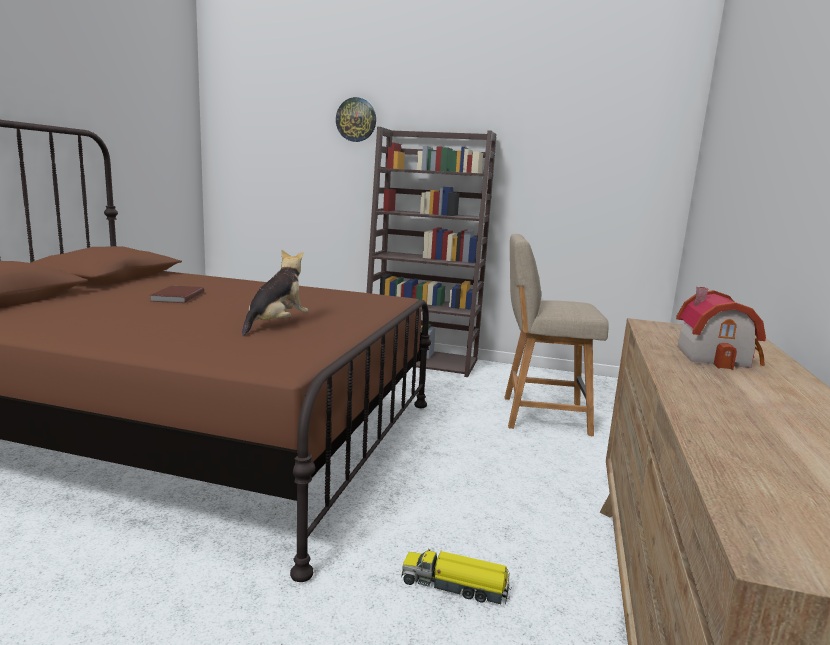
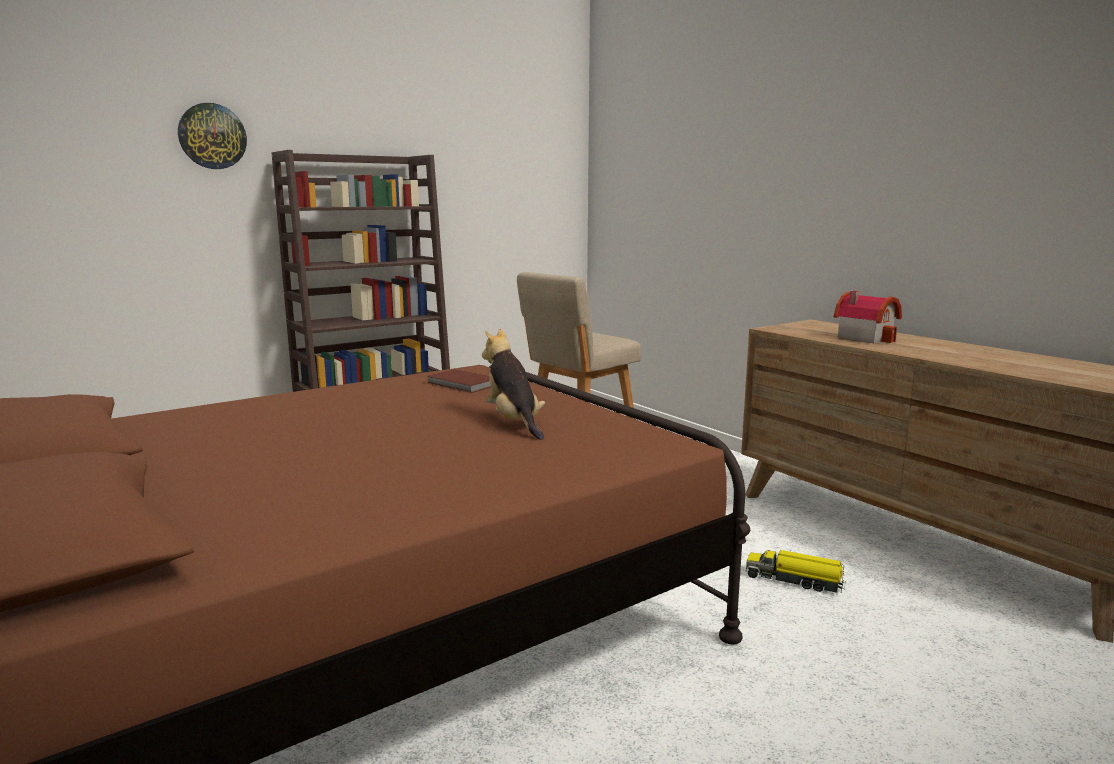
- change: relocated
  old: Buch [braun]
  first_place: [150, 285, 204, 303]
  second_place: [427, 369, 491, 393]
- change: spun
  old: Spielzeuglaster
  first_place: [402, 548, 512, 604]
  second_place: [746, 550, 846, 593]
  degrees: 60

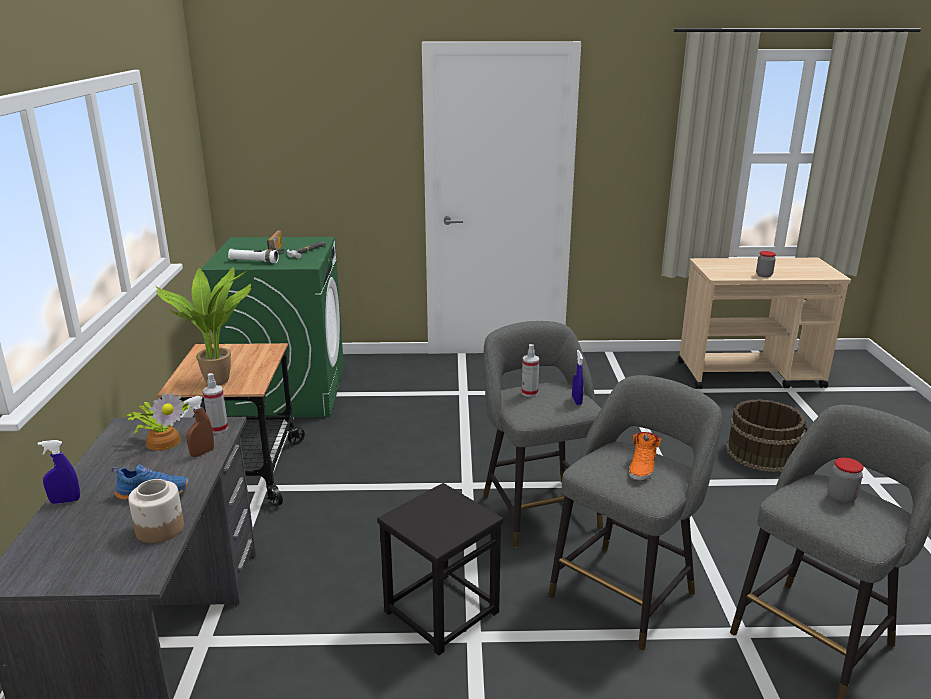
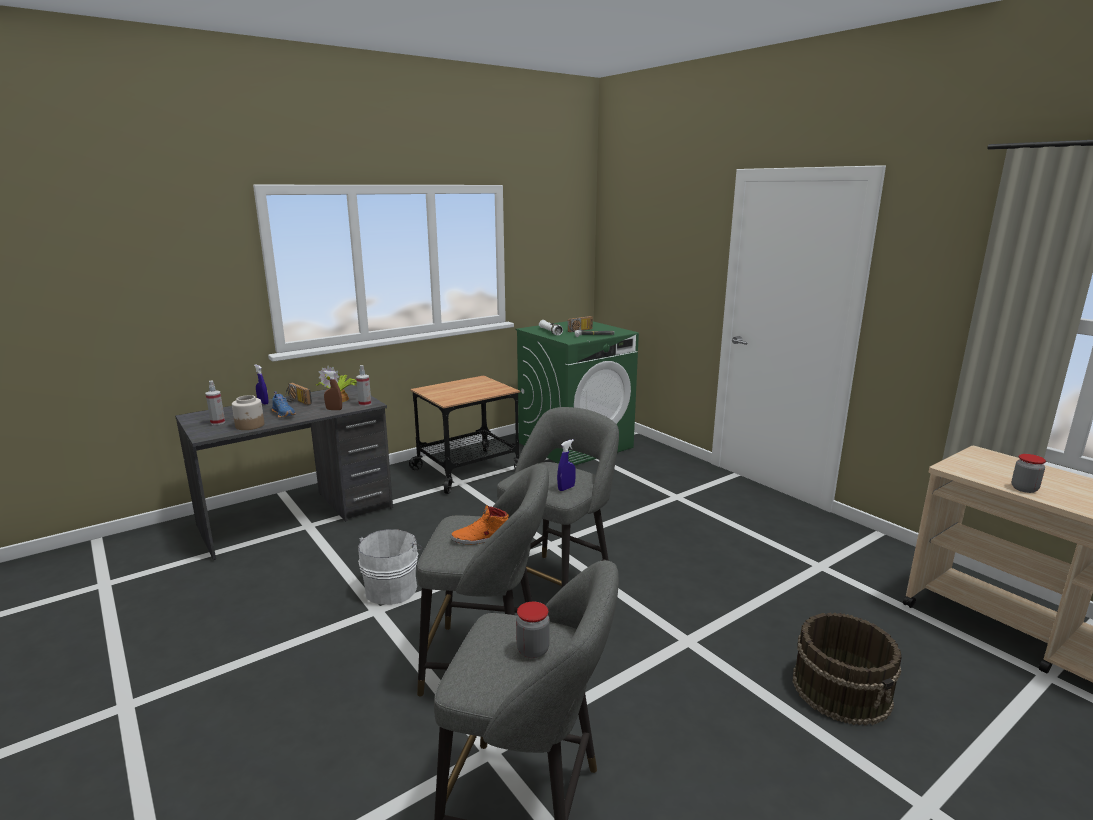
- change: missing
  old: Topfpflanze
  first_place: [156, 266, 251, 386]
- change: relocated
  old: Sprühflasche
  first_place: [522, 344, 539, 397]
  second_place: [206, 381, 225, 425]
- change: exchanged
  old: Hocker [schwarz]
  new: Eimer [weiß]
  first_place: [377, 483, 503, 656]
  second_place: [358, 529, 422, 605]
- change: appeared
  new: Radio
  second_place: [285, 383, 312, 405]

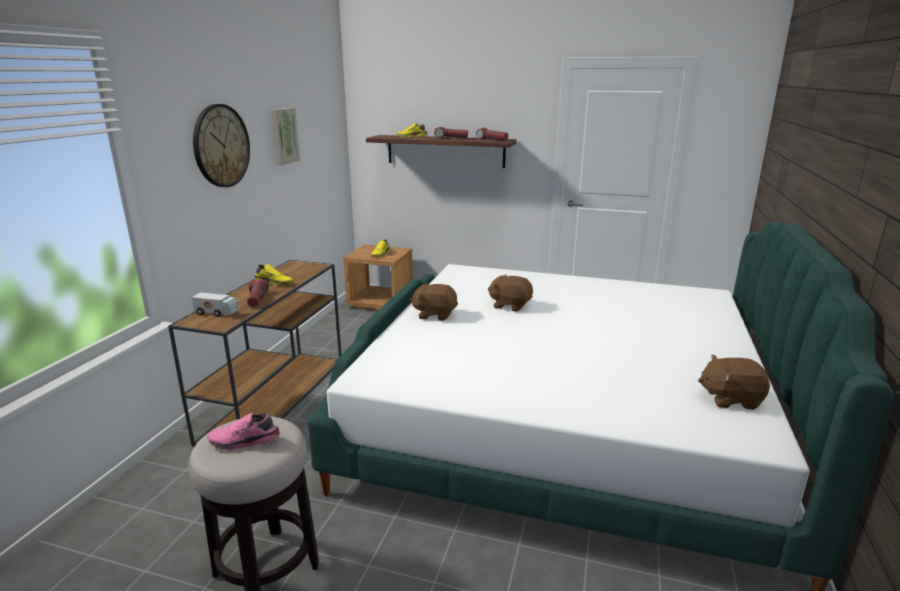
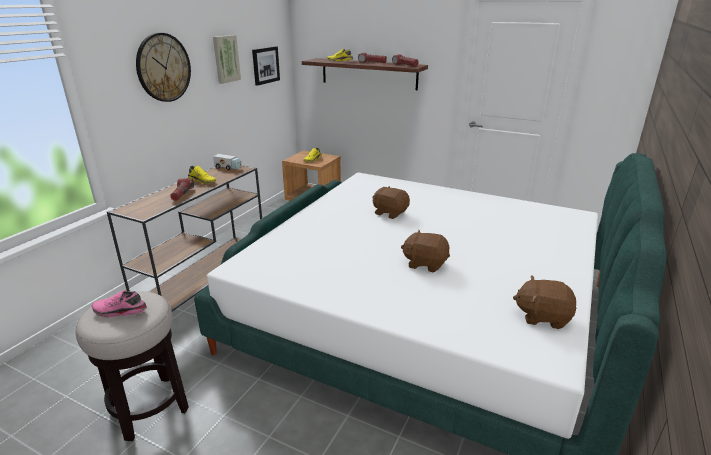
- change: relocated
  old: Plüschtier [braun]
  first_place: [410, 283, 458, 321]
  second_place: [401, 230, 450, 272]
- change: relocated
  old: Spielzeuglaster
  first_place: [192, 292, 239, 317]
  second_place: [213, 154, 242, 170]
- change: appeared
  new: Bild
  second_place: [252, 46, 280, 86]

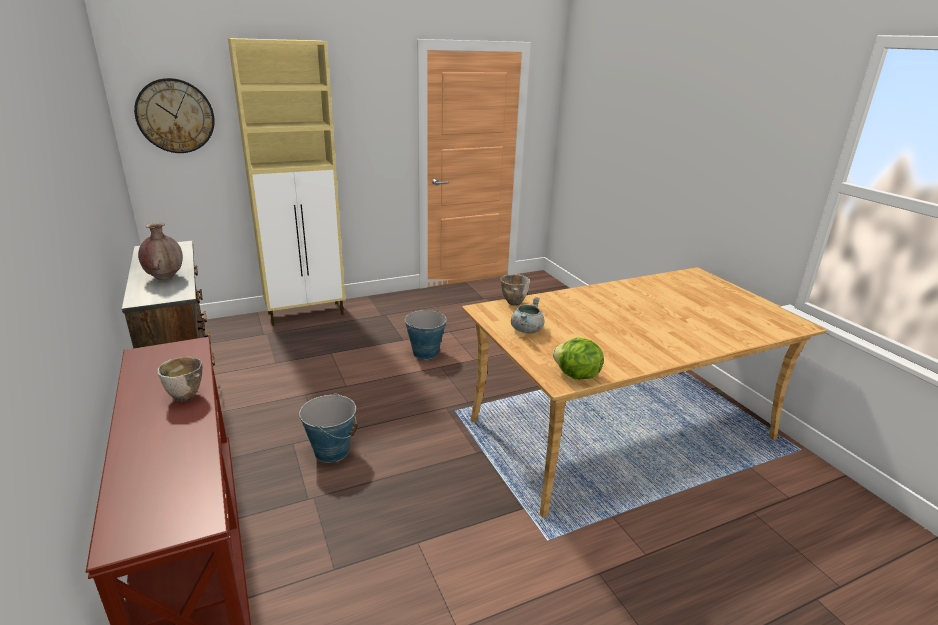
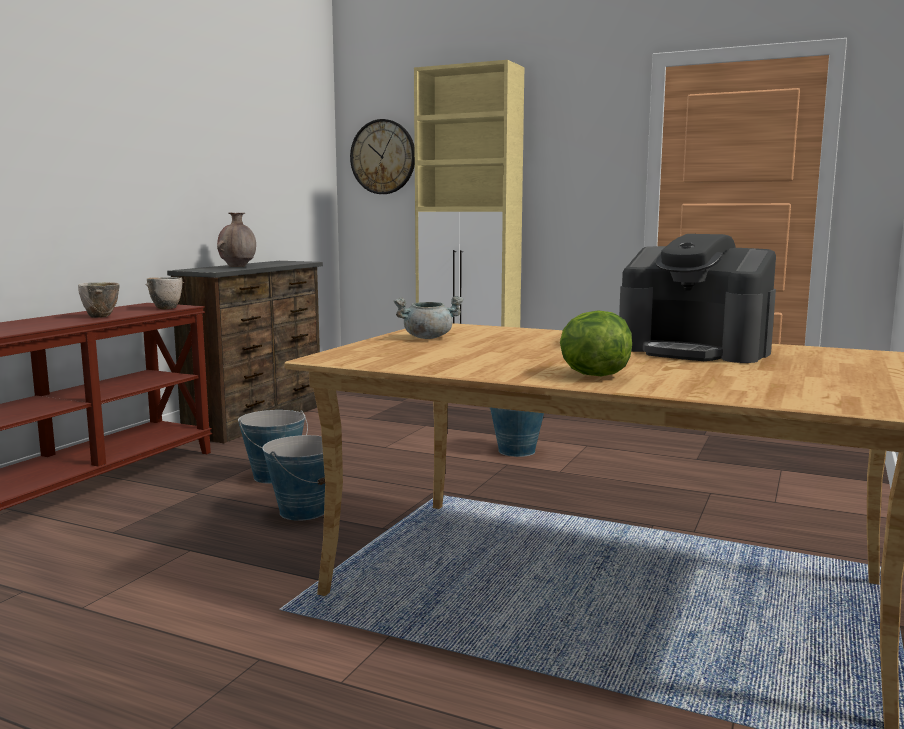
- change: relocated
  old: Schüssel
  first_place: [500, 274, 530, 305]
  second_place: [146, 277, 184, 309]
- change: relocated
  old: Salatkopf
  first_place: [553, 338, 604, 379]
  second_place: [560, 310, 632, 376]
- change: appeared
  new: Kaffeemaschine
  second_place: [619, 234, 776, 363]
- change: appeared
  new: Eimer
  second_place: [262, 435, 325, 521]

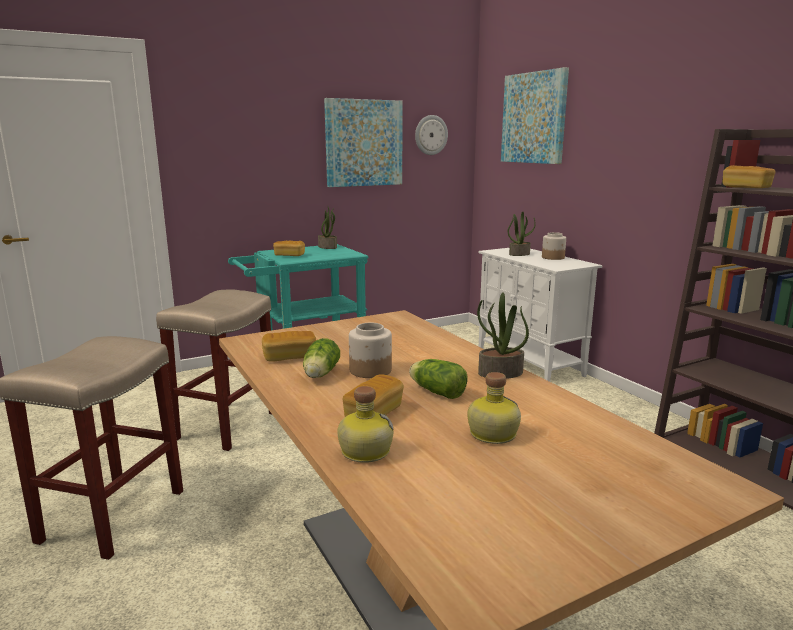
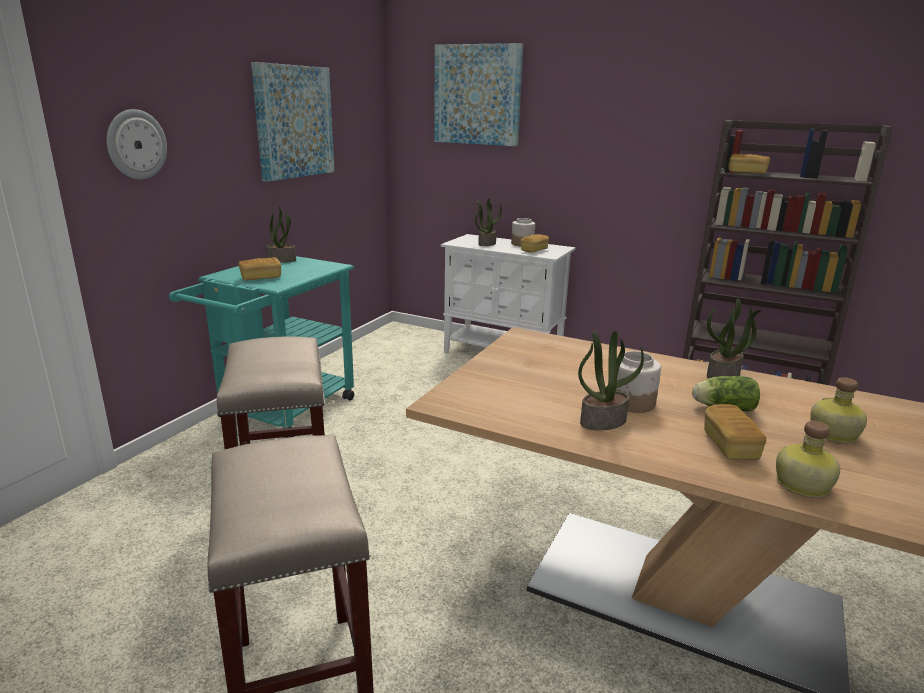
- change: relocated
  old: Wanduhr
  first_place: [415, 115, 448, 155]
  second_place: [107, 109, 167, 180]
- change: relocated
  old: Brot
  first_place: [262, 331, 316, 362]
  second_place: [521, 234, 549, 253]
- change: exchanged
  old: Salatkopf
  new: Topfpflanze
  first_place: [303, 338, 340, 378]
  second_place: [578, 331, 644, 431]

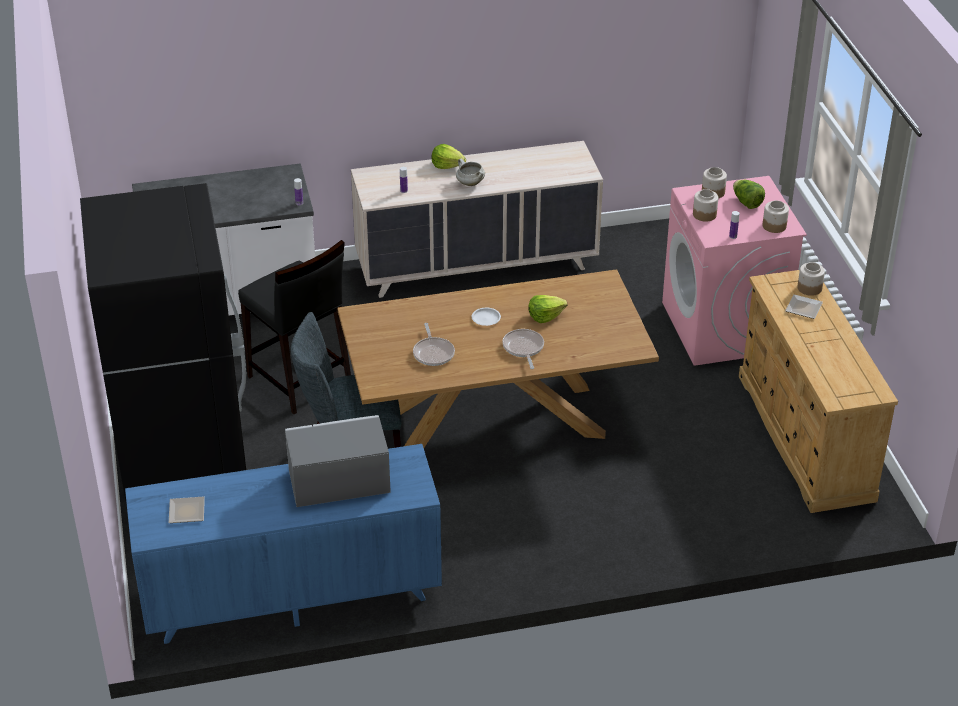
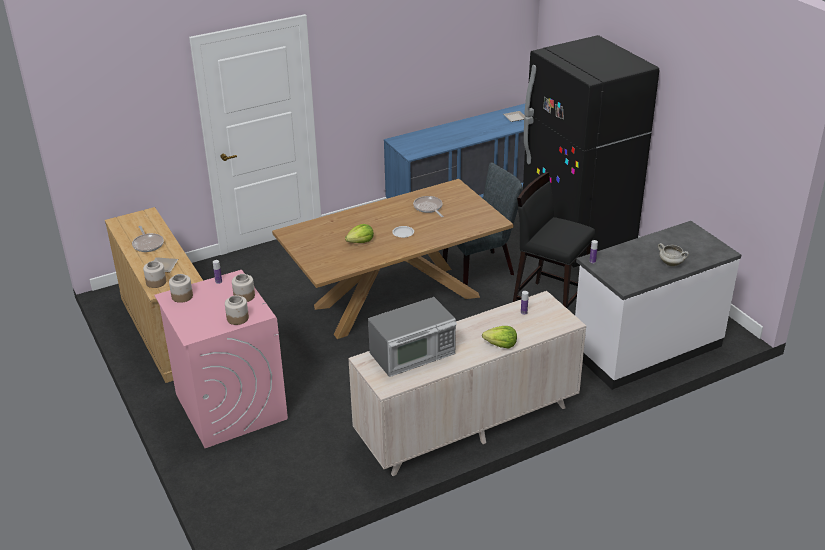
- change: relocated
  old: Kochtopf [weiß]
  first_place: [456, 159, 485, 186]
  second_place: [658, 243, 689, 266]
- change: missing
  old: Salatkopf
  first_place: [733, 180, 765, 209]
- change: relocated
  old: Pfanne
  first_place: [502, 329, 544, 369]
  second_place: [132, 226, 164, 252]
- change: relocated
  old: Mikrowelle
  first_place: [285, 415, 391, 507]
  second_place: [368, 297, 457, 377]

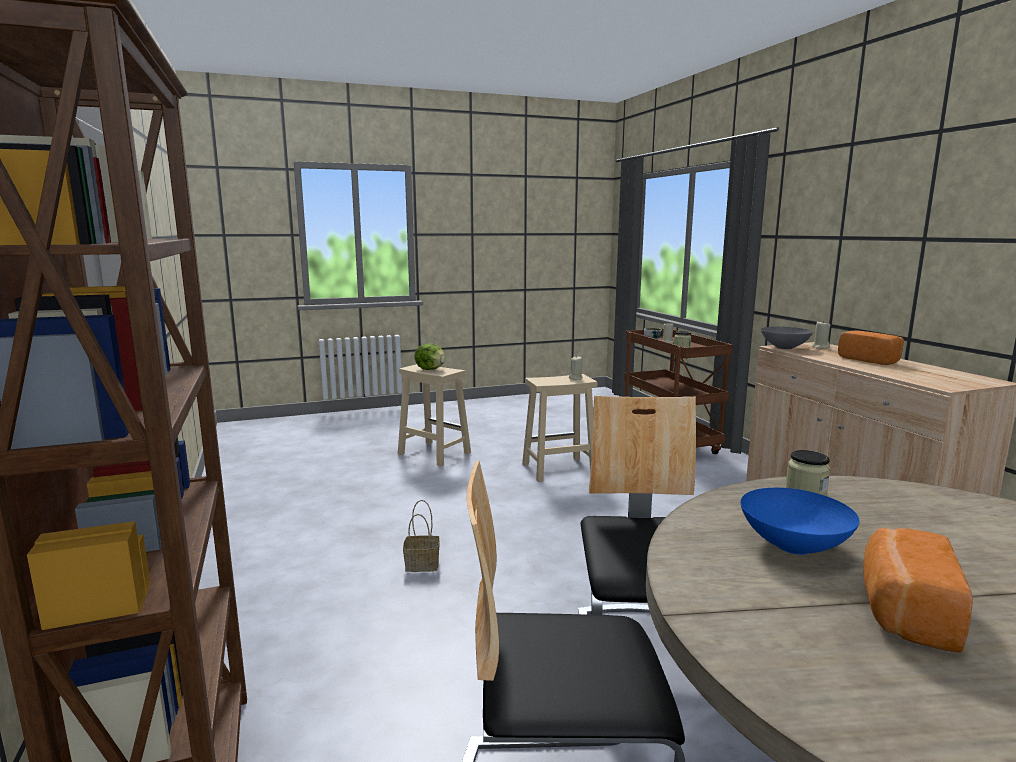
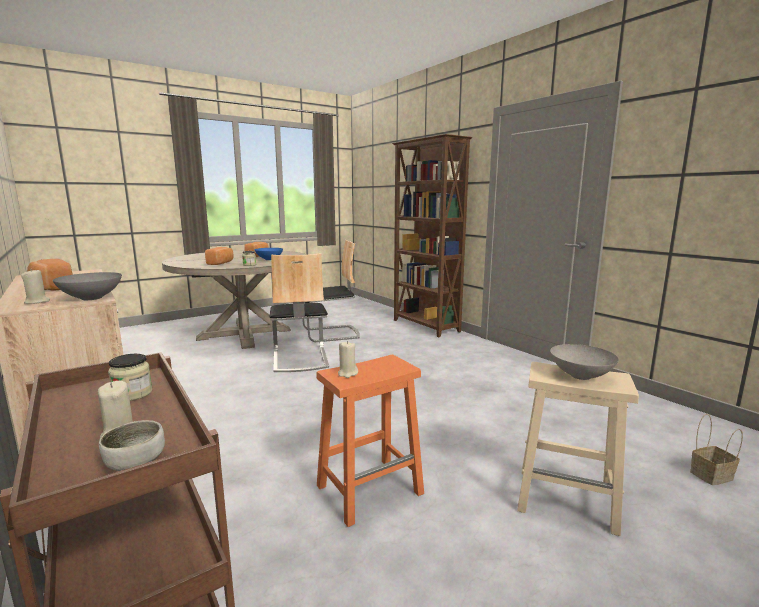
- change: exchanged
  old: Salatkopf
  new: Schüssel [grau]
  first_place: [414, 343, 446, 370]
  second_place: [550, 344, 619, 380]
- change: colour
  old: Hocker [beige]
  new: Hocker [orange]
  first_place: [522, 374, 597, 482]
  second_place: [317, 355, 424, 527]
- change: relocated
  old: Korb
  first_place: [403, 500, 440, 572]
  second_place: [690, 414, 743, 485]
- change: appeared
  new: Brot
  second_place: [205, 247, 234, 265]

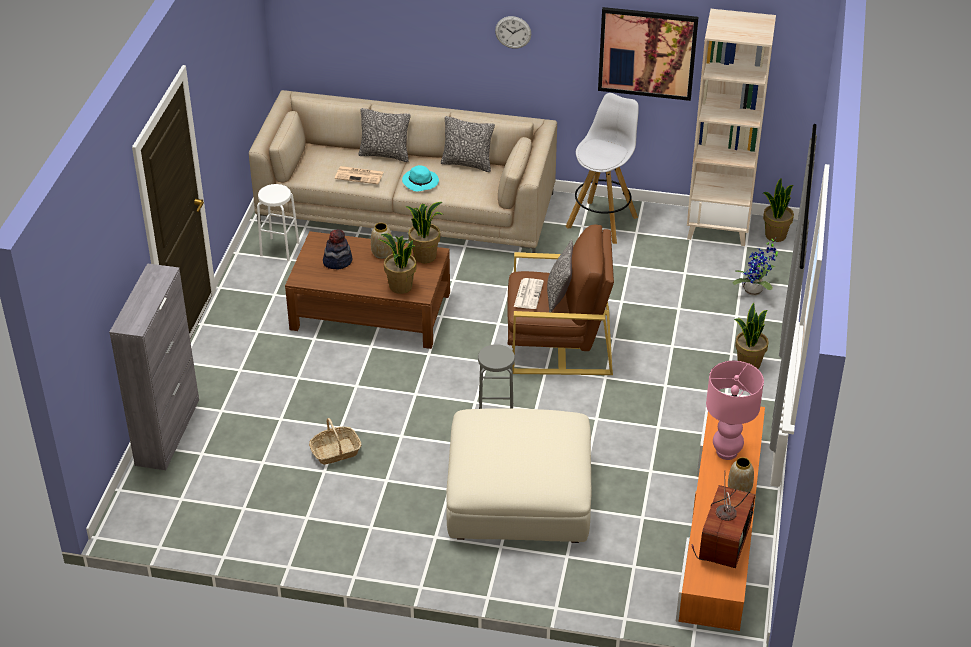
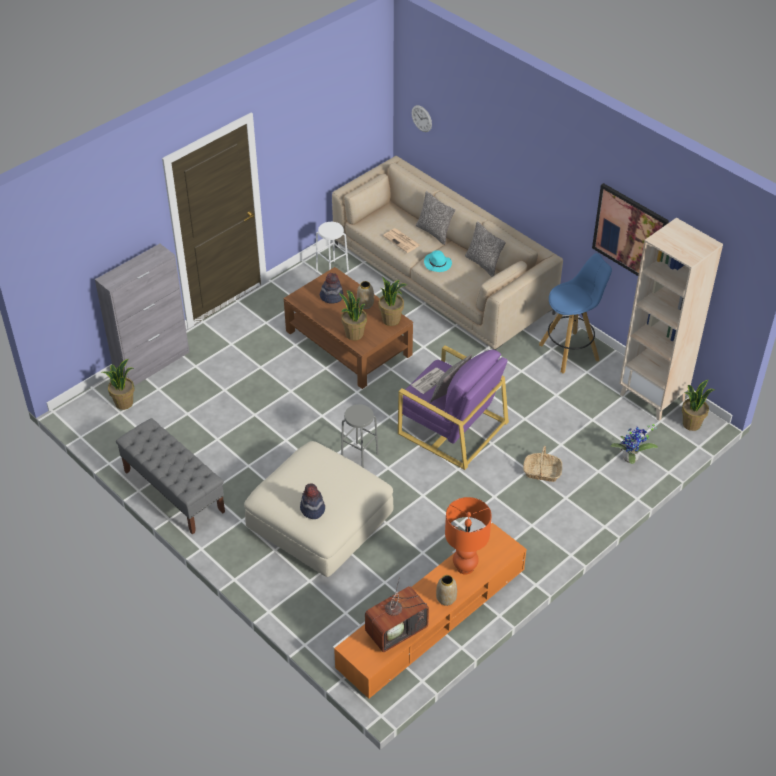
- change: relocated
  old: Wanduhr
  first_place: [495, 16, 531, 49]
  second_place: [412, 105, 432, 132]
- change: colour
  old: Hocker [weiß]
  new: Hocker [blau]
  first_place: [565, 93, 639, 244]
  second_place: [539, 253, 612, 374]
- change: colour
  old: Sessel [braun]
  new: Sessel [lila]
  first_place: [507, 224, 614, 375]
  second_place: [398, 345, 509, 470]
- change: relocated
  old: Topfpflanze
  first_place: [734, 303, 769, 369]
  second_place: [102, 359, 134, 410]
- change: colour
  old: Tischlampe [rosa]
  new: Tischlampe [orange]
  first_place: [706, 361, 764, 460]
  second_place: [445, 497, 492, 575]
- change: relocated
  old: Korb
  first_place: [309, 418, 361, 465]
  second_place: [523, 446, 562, 482]
- change: appeared
  new: Bank [grau]
  second_place: [116, 418, 225, 535]
- change: appeared
  new: Hut
  second_place: [300, 483, 325, 519]

